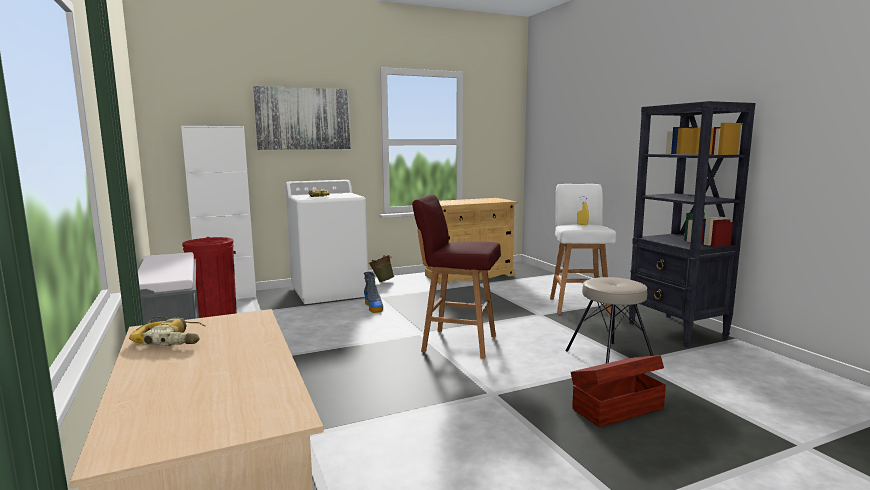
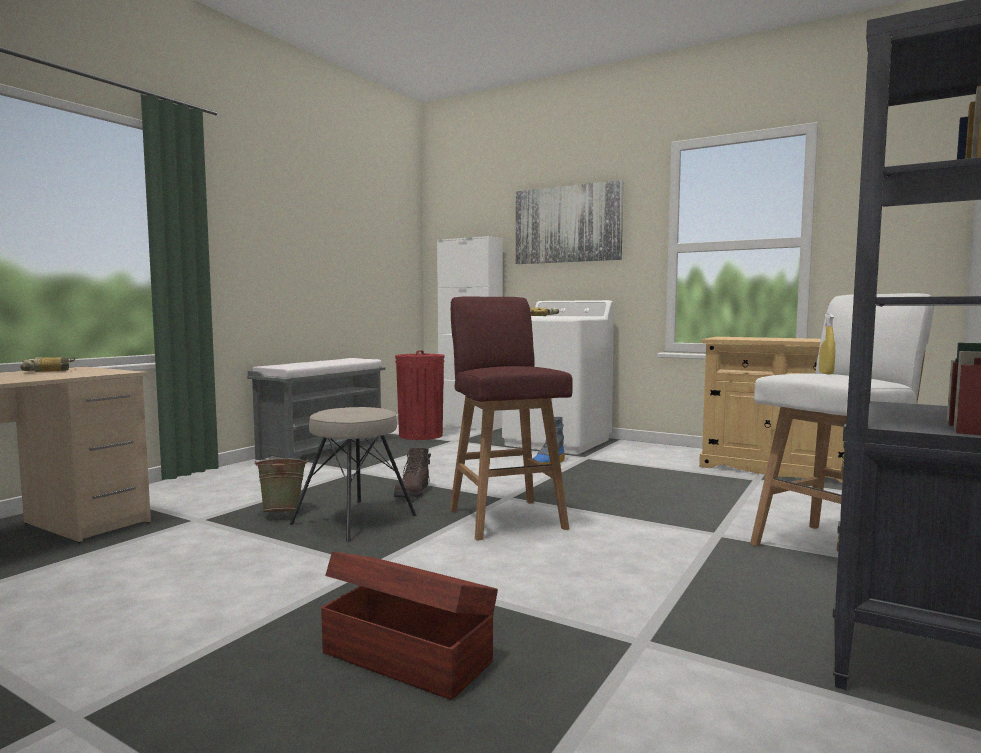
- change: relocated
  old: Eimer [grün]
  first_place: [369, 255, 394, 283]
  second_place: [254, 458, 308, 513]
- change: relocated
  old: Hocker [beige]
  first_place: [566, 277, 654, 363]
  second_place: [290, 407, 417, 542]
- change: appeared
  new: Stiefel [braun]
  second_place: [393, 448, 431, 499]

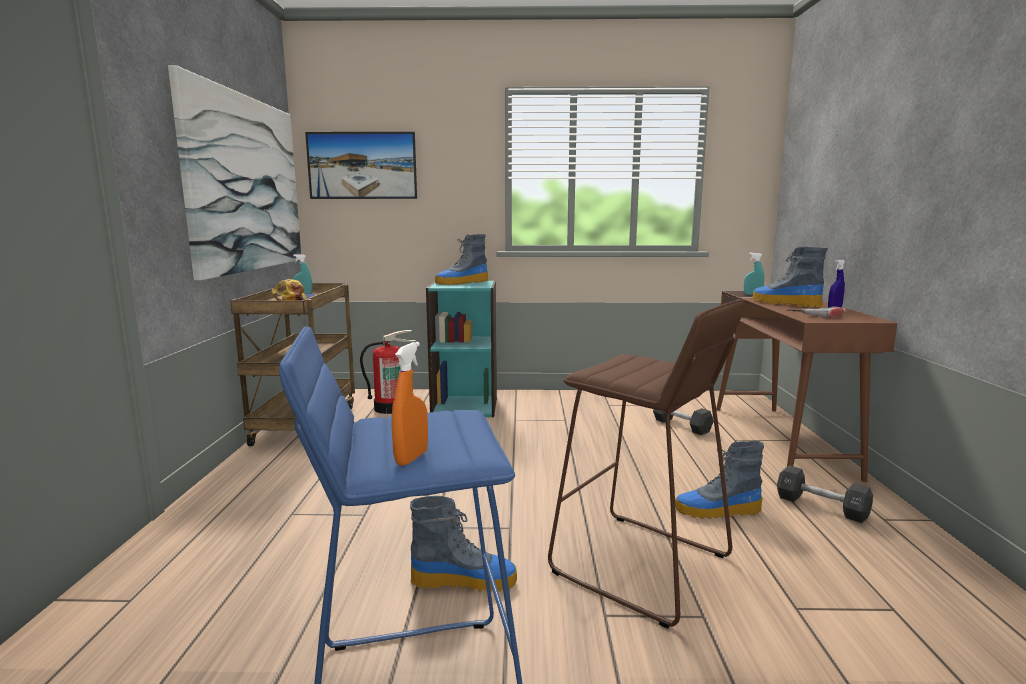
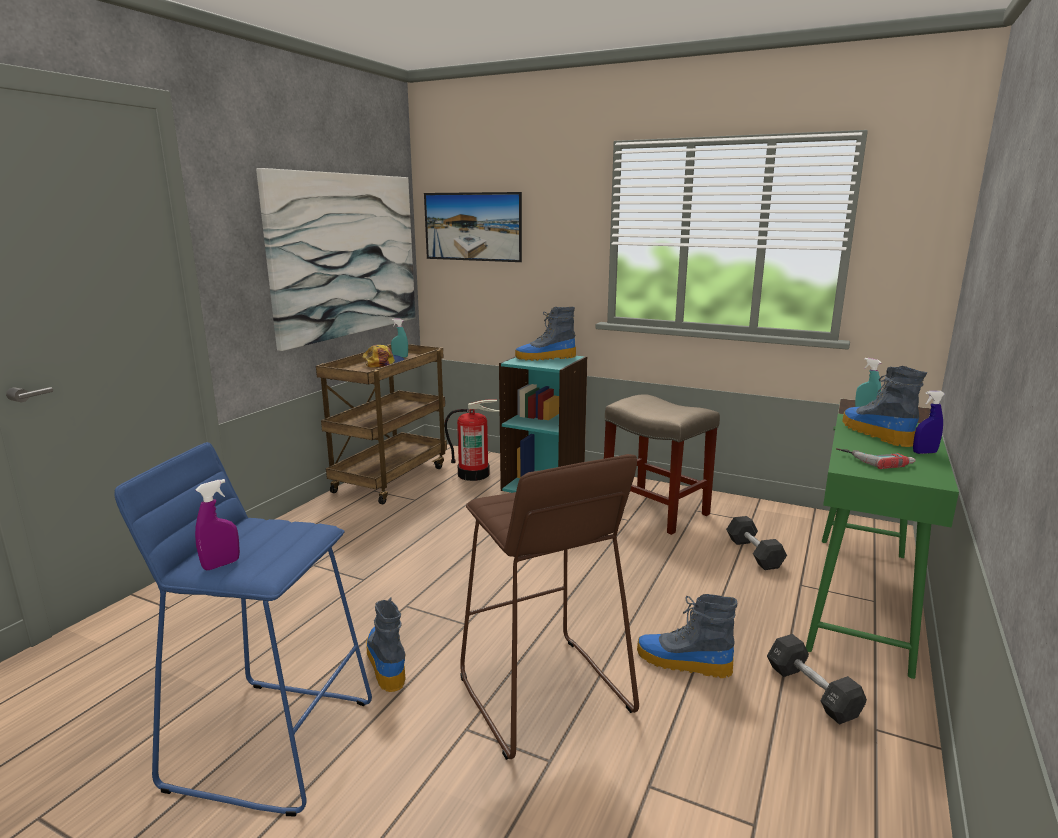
- change: colour
  old: Schreibtisch [braun]
  new: Schreibtisch [grün]
  first_place: [716, 291, 898, 482]
  second_place: [806, 398, 959, 679]
- change: colour
  old: Sprühflasche [orange]
  new: Sprühflasche [lila]
  first_place: [391, 342, 428, 466]
  second_place: [195, 479, 240, 570]
- change: spun
  old: Stiefel
  first_place: [410, 496, 517, 592]
  second_place: [366, 597, 406, 692]
  degrees: -135
- change: appeared
  new: Hocker [beige]
  second_place: [604, 394, 720, 535]

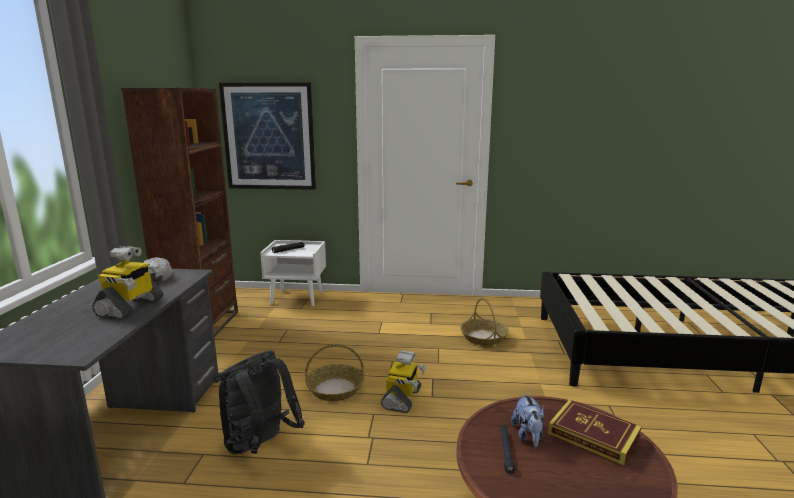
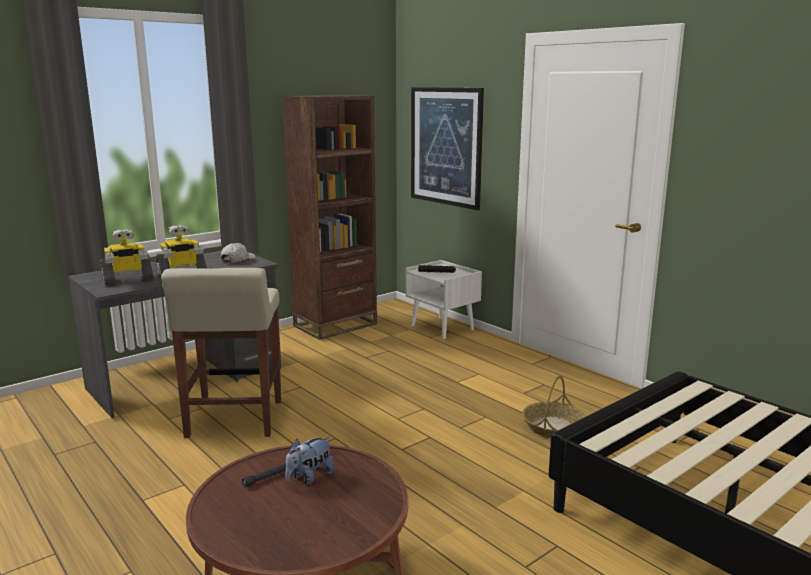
- change: missing
  old: Korb
  first_place: [305, 344, 364, 401]
- change: exchanged
  old: Rucksack [schwarz]
  new: Hocker [beige]
  first_place: [217, 350, 305, 455]
  second_place: [161, 268, 281, 438]
- change: relocated
  old: Spielzeugroboter
  first_place: [381, 351, 426, 413]
  second_place: [101, 229, 153, 285]
- change: missing
  old: Buch
  first_place: [548, 400, 642, 466]

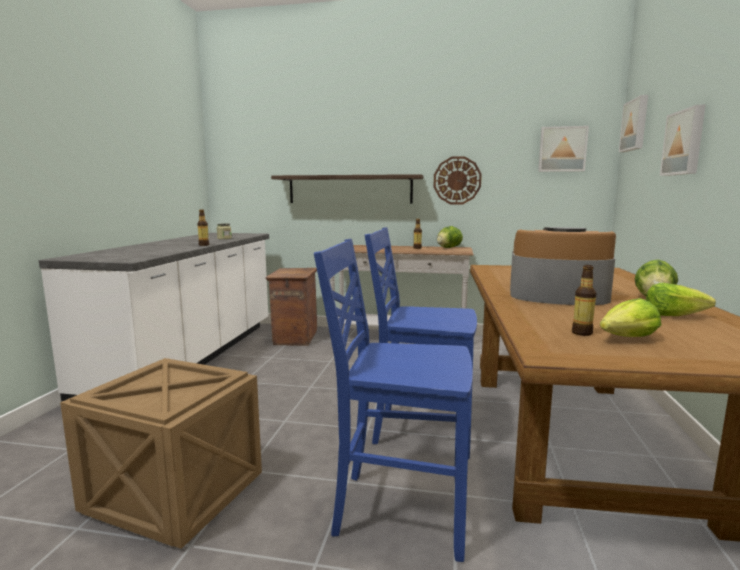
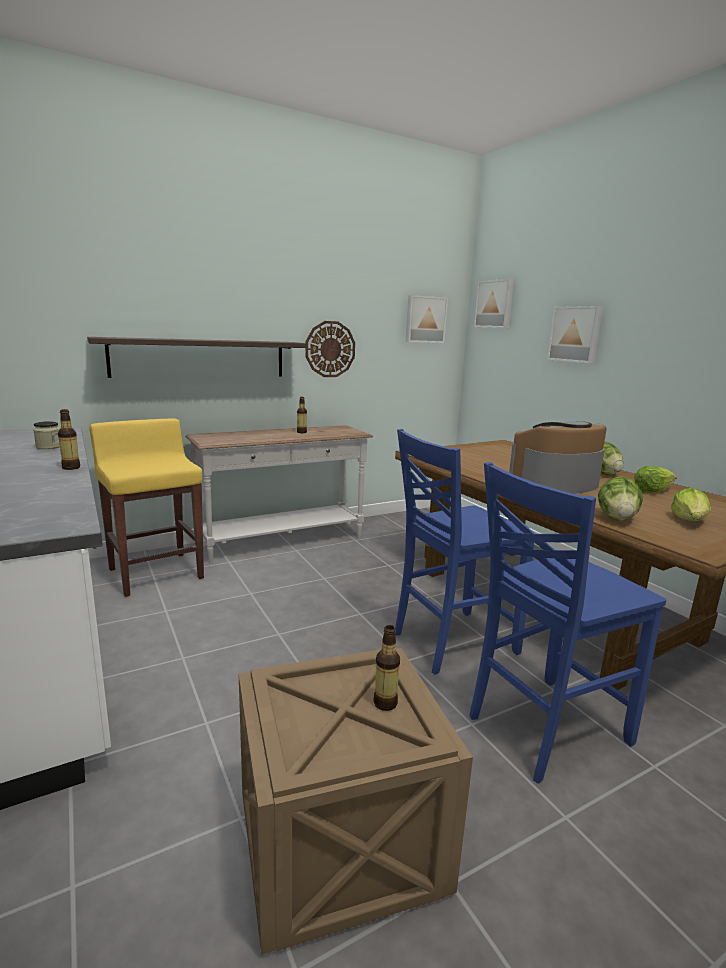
- change: relocated
  old: Salatkopf
  first_place: [437, 226, 463, 248]
  second_place: [598, 476, 643, 521]
- change: relocated
  old: Flasche
  first_place: [572, 265, 596, 336]
  second_place: [373, 625, 400, 711]
- change: exchanged
  old: Kiste
  new: Hocker [gelb]
  first_place: [265, 268, 317, 346]
  second_place: [89, 418, 204, 597]

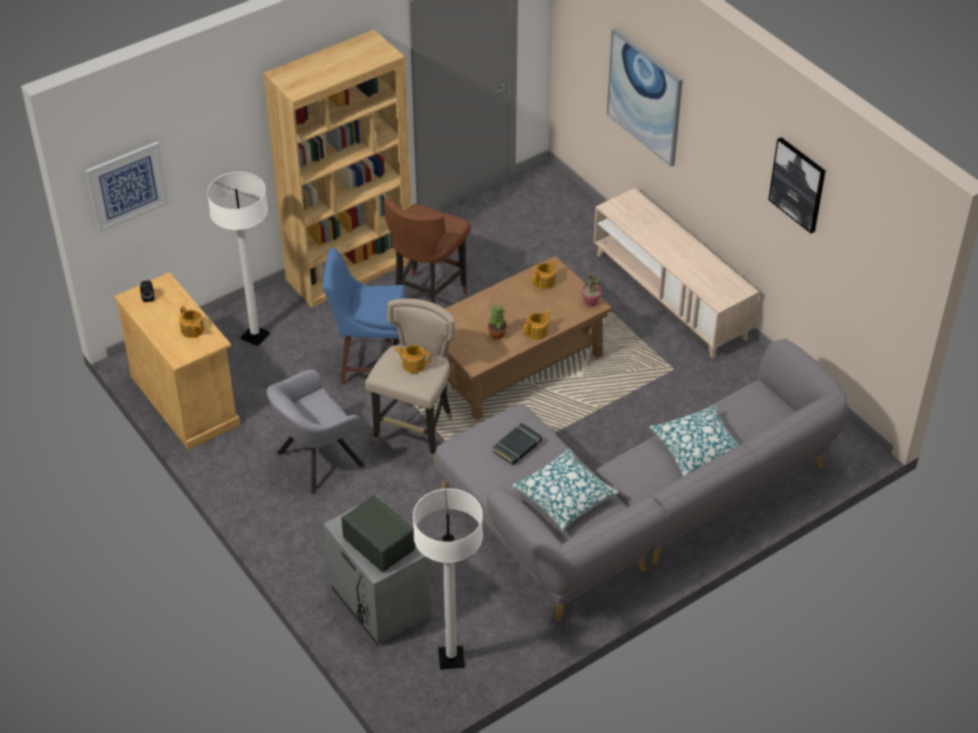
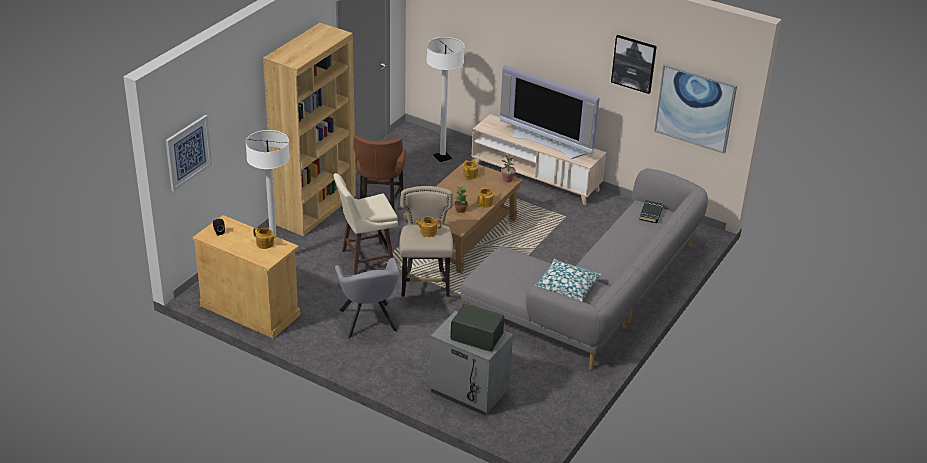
- change: relocated
  old: Bild
  first_place: [607, 28, 683, 167]
  second_place: [654, 64, 737, 154]
- change: colour
  old: Hocker [blau]
  new: Hocker [beige]
  first_place: [323, 248, 405, 384]
  second_place: [334, 173, 398, 275]
- change: spun
  old: Sessel [grau]
  first_place: [266, 370, 365, 494]
  second_place: [335, 258, 399, 338]
  degrees: -45
- change: missing
  old: Kissen
  first_place: [649, 405, 740, 477]
- change: relocated
  old: Buch [schwarz]
  first_place: [493, 423, 542, 465]
  second_place: [639, 200, 663, 223]
- change: relocated
  old: Stehlampe [weiß]
  first_place: [413, 488, 483, 669]
  second_place: [427, 37, 464, 162]
- change: appeared
  new: Fernseher
  second_place: [500, 65, 600, 159]

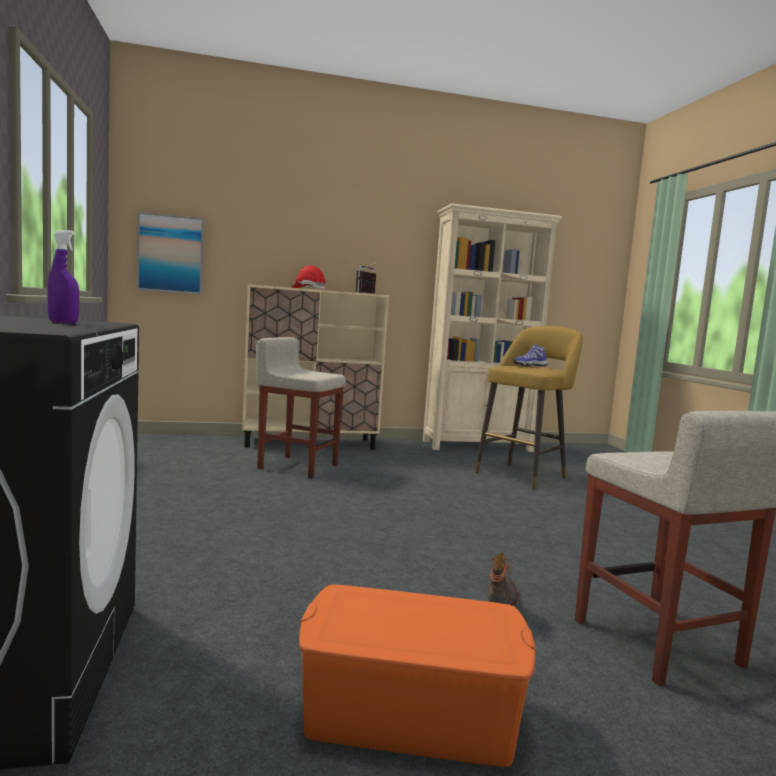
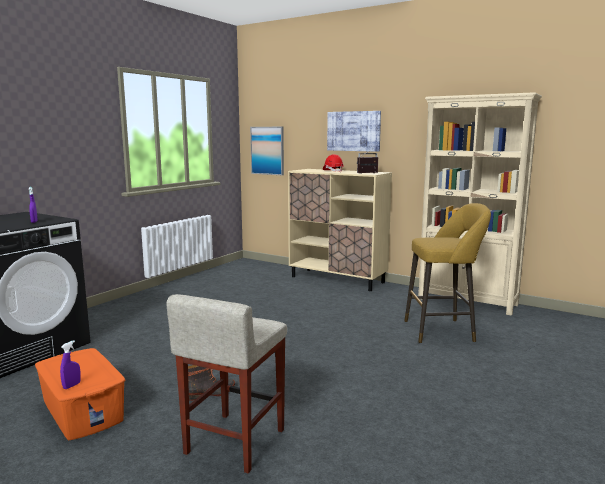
- change: missing
  old: Hocker [beige]
  first_place: [256, 337, 346, 478]
- change: missing
  old: Schuh
  first_place: [513, 344, 547, 367]
- change: appeared
  new: Bild
  second_place: [327, 111, 381, 152]
- change: appeared
  new: Sprühflasche [lila]
  second_place: [60, 340, 81, 389]

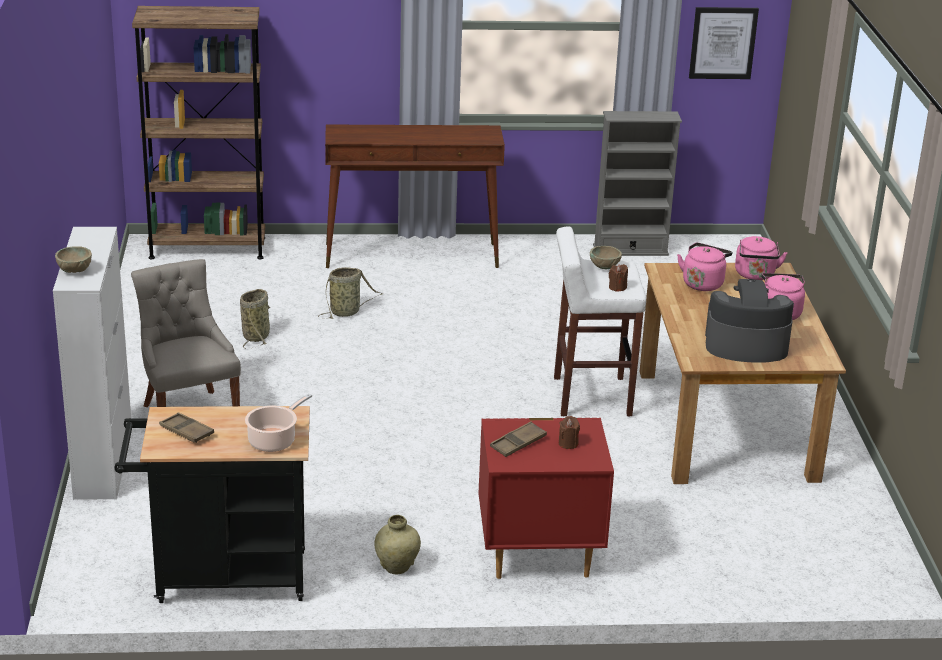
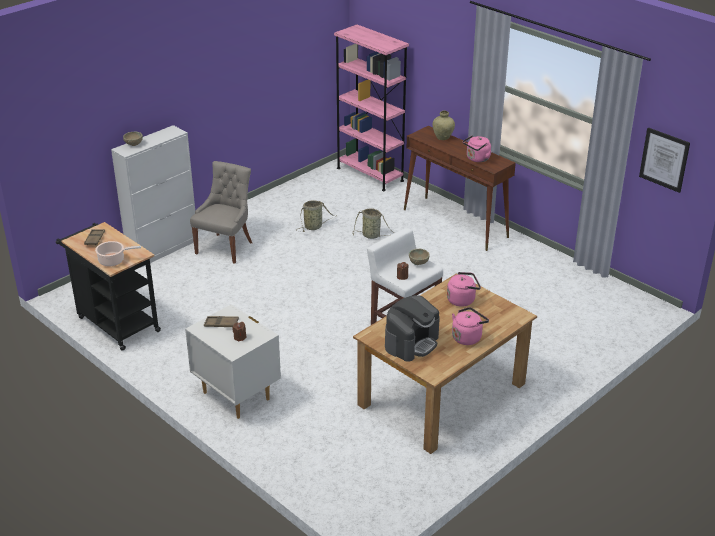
- change: colour
  old: Bücherregal [braun]
  new: Bücherregal [rosa]
  first_place: [132, 6, 265, 259]
  second_place: [334, 25, 409, 191]
- change: missing
  old: Bücherregal [grau]
  first_place: [593, 111, 682, 256]
- change: relocated
  old: Wasserkessel [rosa]
  first_place: [735, 236, 787, 280]
  second_place: [463, 135, 492, 162]
- change: spun
  old: Kaffeemaschine
  first_place: [705, 279, 794, 363]
  second_place: [385, 295, 440, 362]
  degrees: 75
- change: colour
  old: Nachttisch [rot]
  new: Nachttisch [weiß]
  first_place: [478, 418, 614, 579]
  second_place: [185, 304, 281, 419]
- change: relocated
  old: Vase [beige]
  first_place: [374, 515, 421, 574]
  second_place: [432, 111, 455, 140]

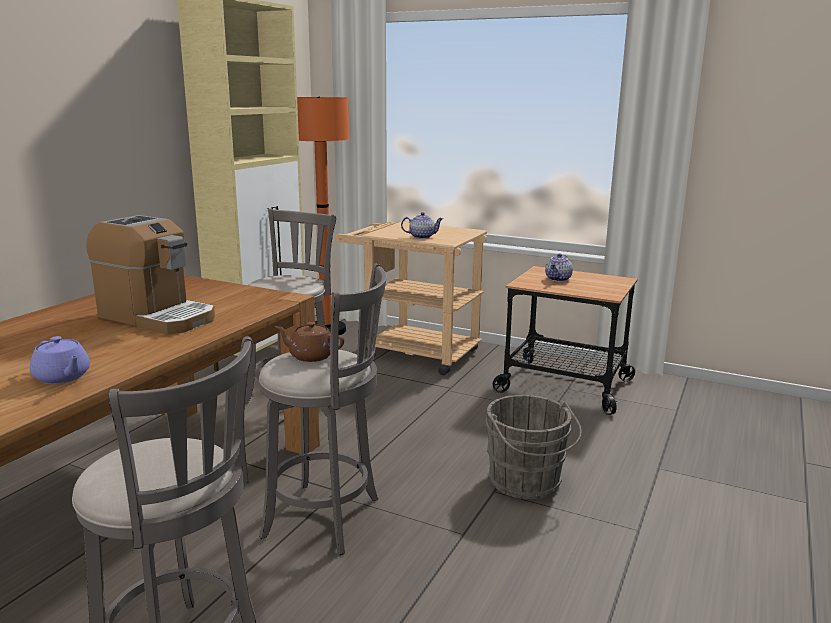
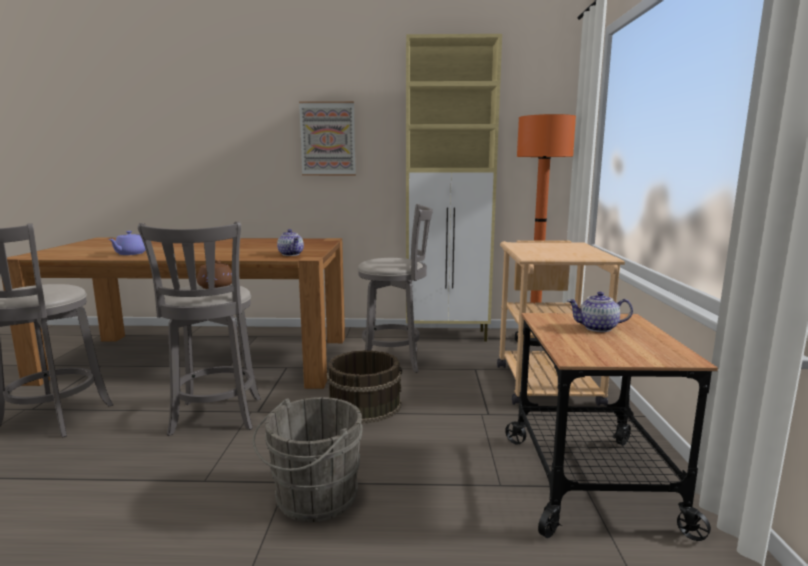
- change: relocated
  old: Teekanne
  first_place: [401, 212, 443, 239]
  second_place: [277, 229, 304, 256]
- change: missing
  old: Kaffeemaschine
  first_place: [86, 215, 215, 334]
- change: appeared
  new: Bild
  second_place: [299, 101, 356, 176]
- change: appeared
  new: Eimer [braun]
  second_place: [327, 350, 402, 424]

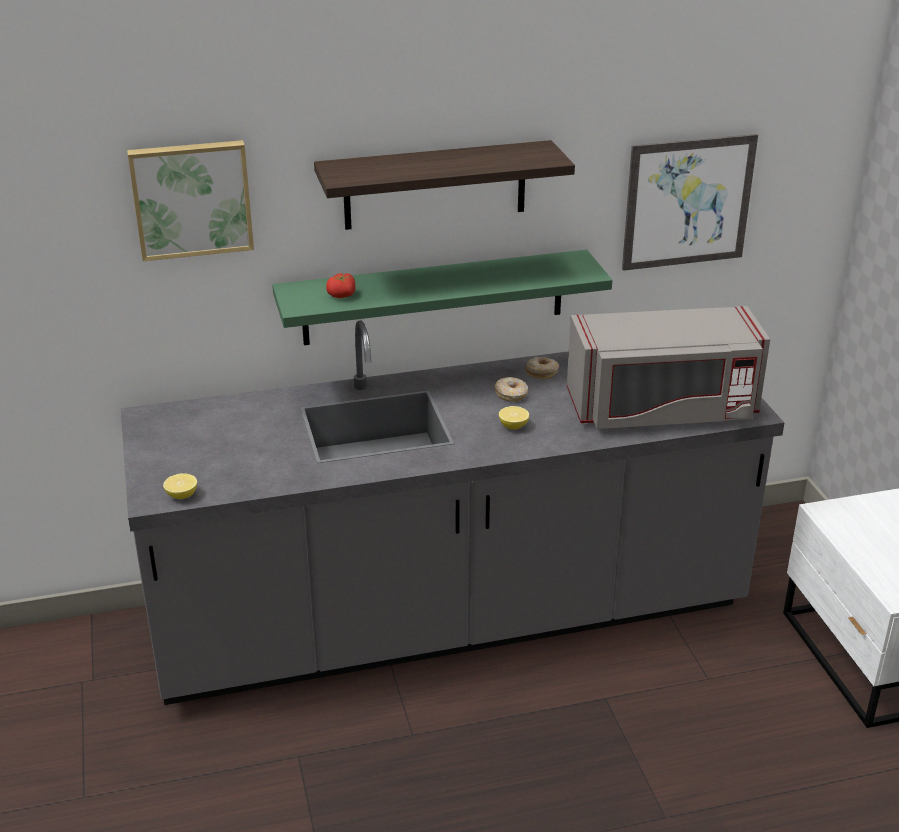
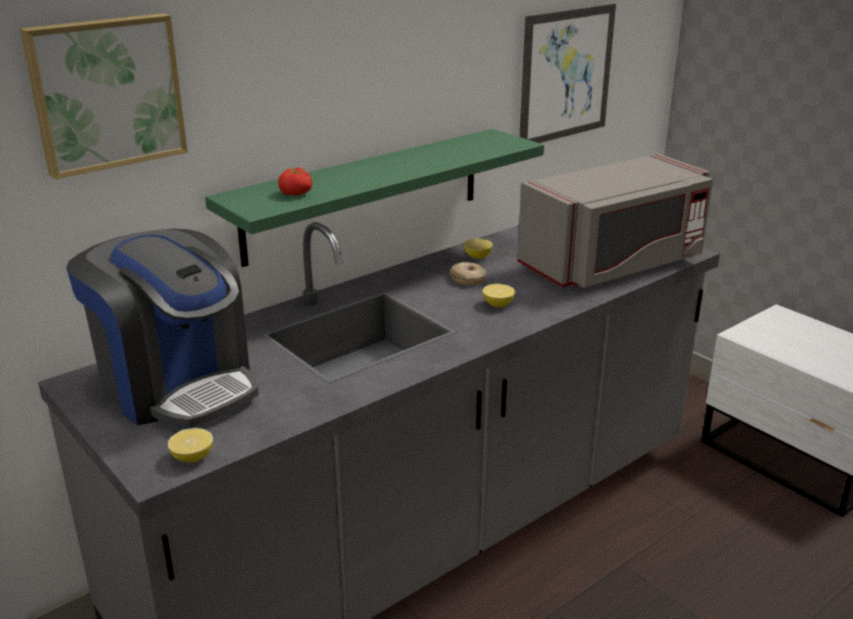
- change: missing
  old: Wandregal
  first_place: [314, 140, 575, 230]
- change: exchanged
  old: Donut
  new: Zitrone
  first_place: [525, 357, 559, 379]
  second_place: [464, 239, 493, 259]
- change: appeared
  new: Kaffeemaschine
  second_place: [66, 229, 259, 428]

